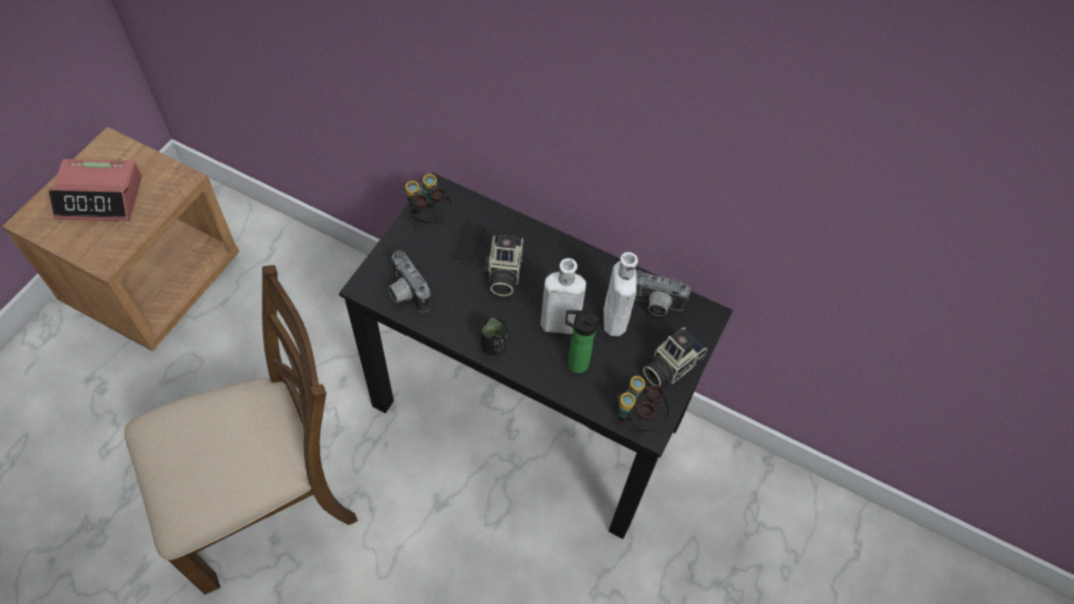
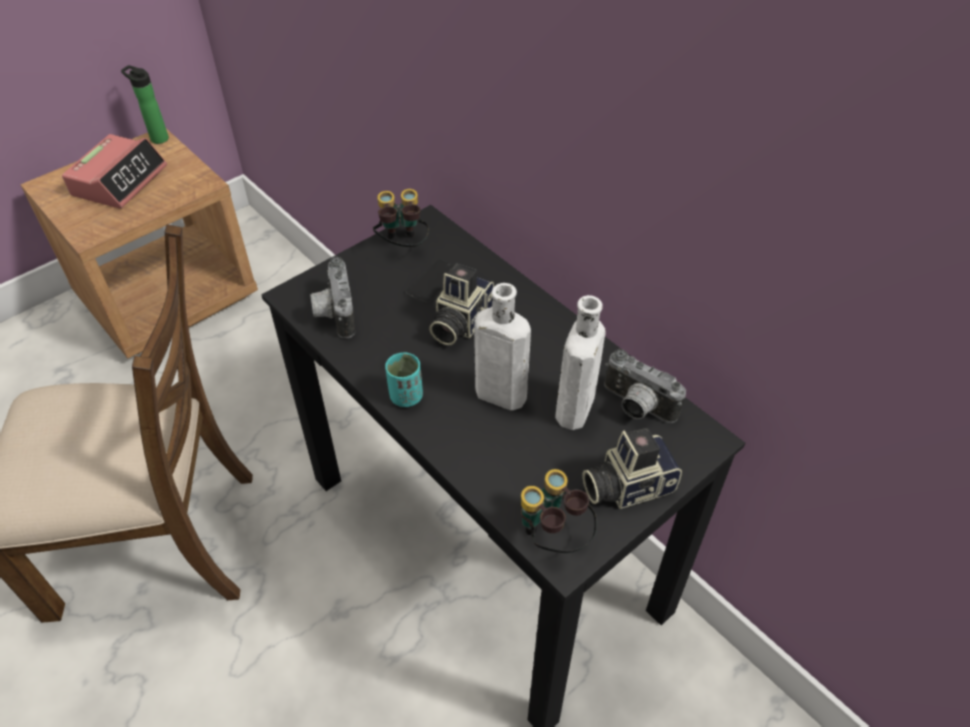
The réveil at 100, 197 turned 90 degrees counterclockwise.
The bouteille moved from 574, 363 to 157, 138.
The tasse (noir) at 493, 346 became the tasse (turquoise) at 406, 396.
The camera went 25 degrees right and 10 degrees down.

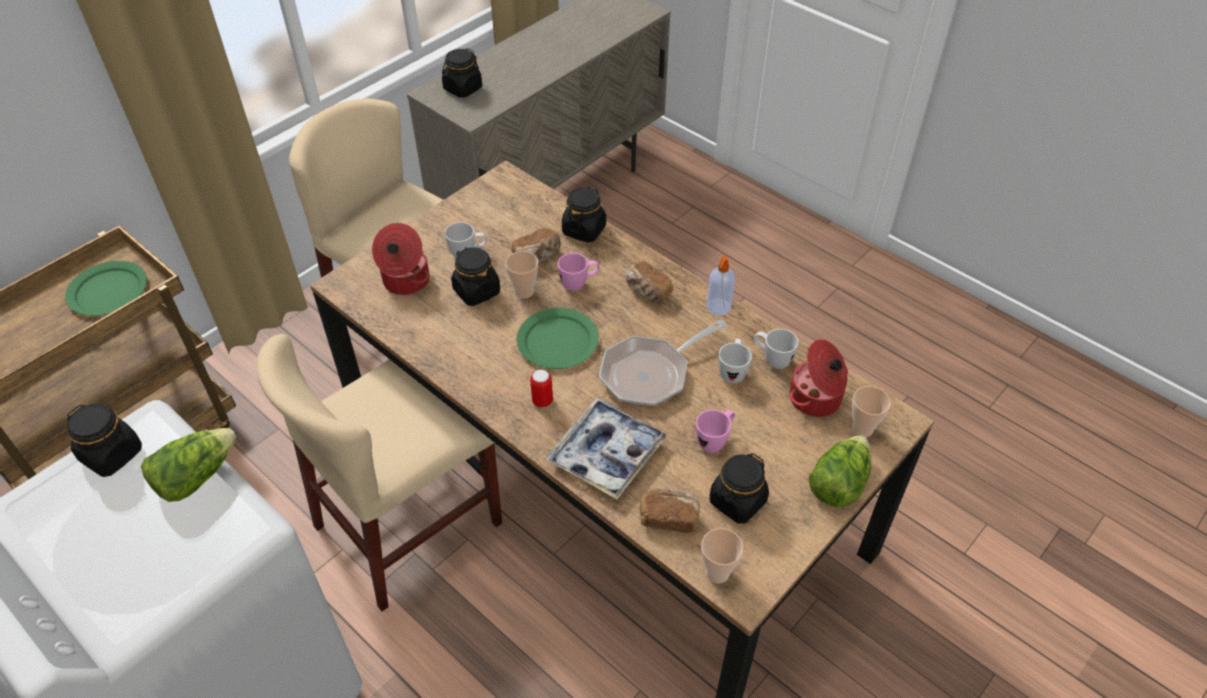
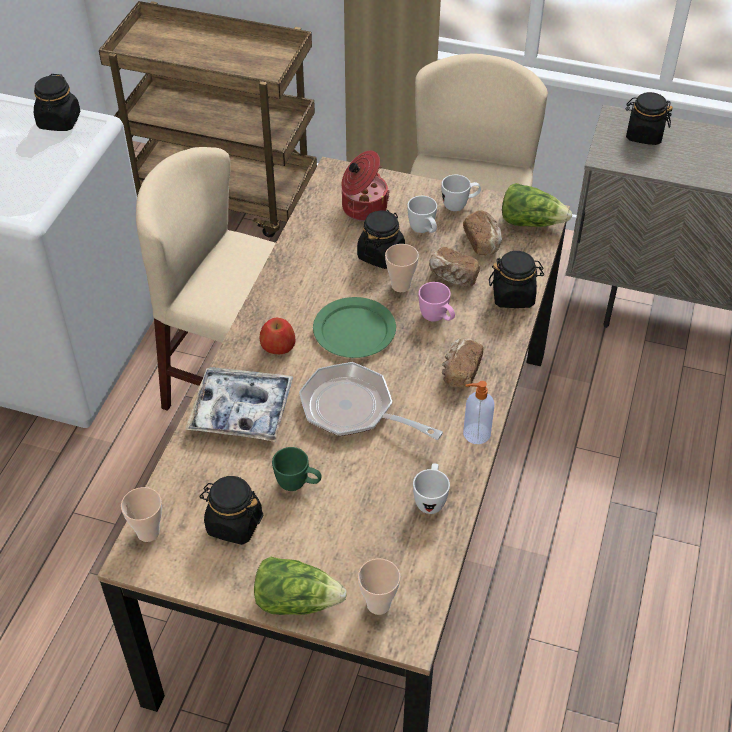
The boîte métallique at 542, 401 was replaced by the pomme at 278, 346.
The mug (rose) at 715, 440 became the mug (vert) at 298, 484.
The mug (blanc) moved from 732, 371 to 460, 205.
The pain moved from 668, 517 to 483, 242.
The laitue moved from 195, 476 to 531, 222.
The assiette (vert) at 109, 291 disappeared.
The marmite at 816, 399 disappeared.
The camera went 65 degrees right and 0 degrees up.

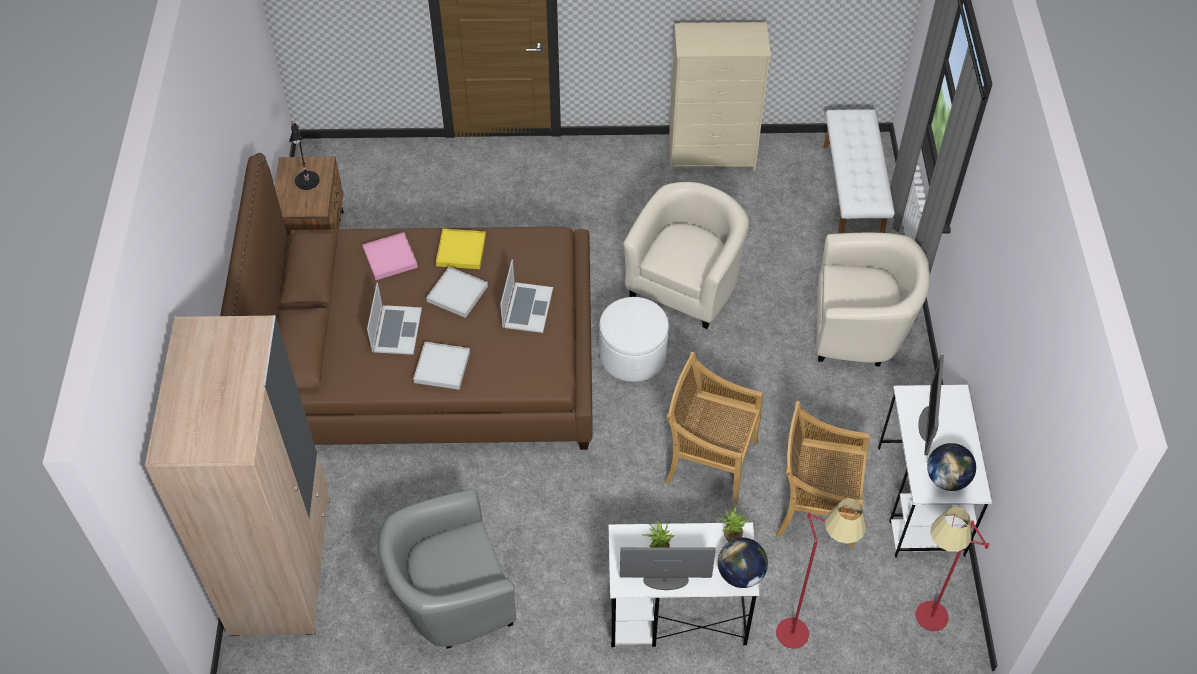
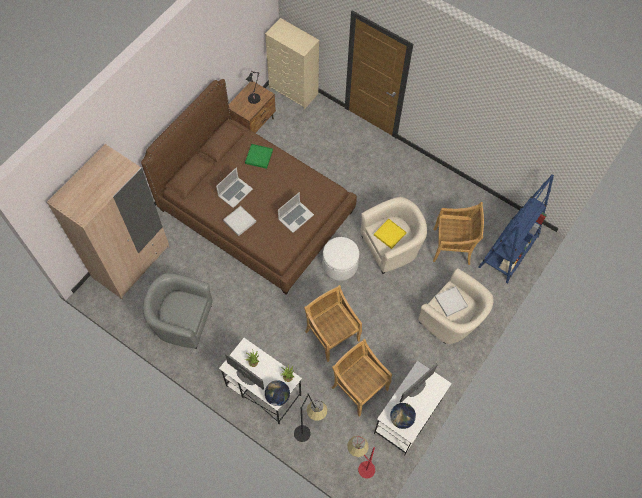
The plateau (rose) at 390, 258 became the plateau (vert) at 259, 157.
The commode (beige) moved from 712, 154 to 294, 91.
The lampadaire (rouge) at 805, 626 became the lampadaire (noir) at 309, 434.
The plateau (jaune) moved from 461, 251 to 389, 234.
The chaise (beige) at 452, 246 appeared.
The plateau (blanc) moved from 457, 294 to 450, 302.
The banc (blanc) at 853, 193 was replaced by the bibliothèque (bleu) at 508, 252.
The camera went 35 degrees right and 10 degrees up.

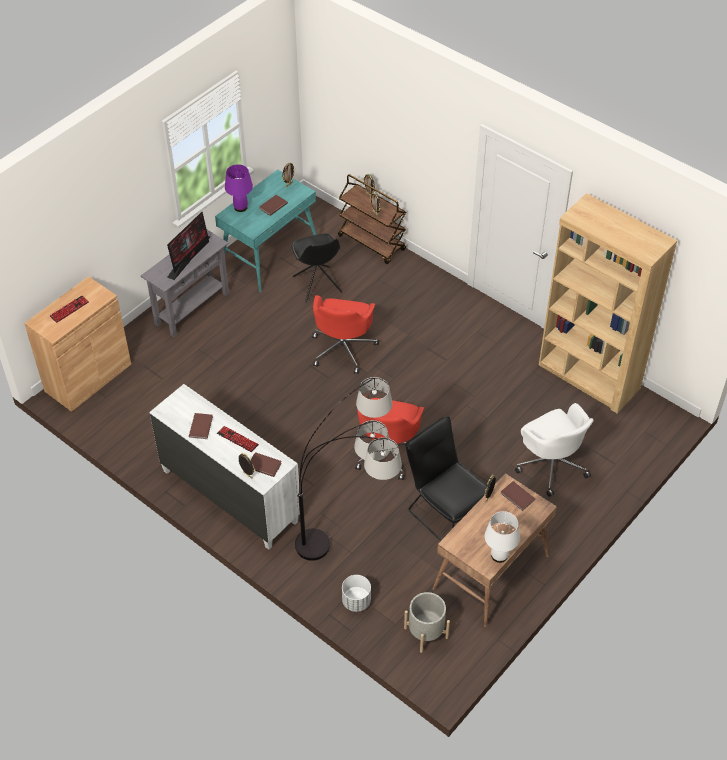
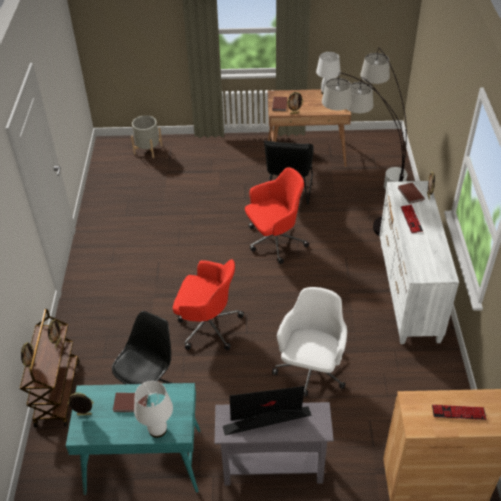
The cache-pot (gris) moved from 426, 632 to 148, 149.
The lampe de table (violet) at 240, 207 became the lampe de table (blanc) at 158, 429.
The chaise de bureau (rouge) at 343, 348 turned 45 degrees clockwise.
The chaise de bureau (blanc) moved from 551, 464 to 311, 370.
The livre (marron) at 201, 426 disappeared.
The bibliothèque (marron) at 589, 377 disappeared.
The camera went 130 degrees left and 5 degrees down.

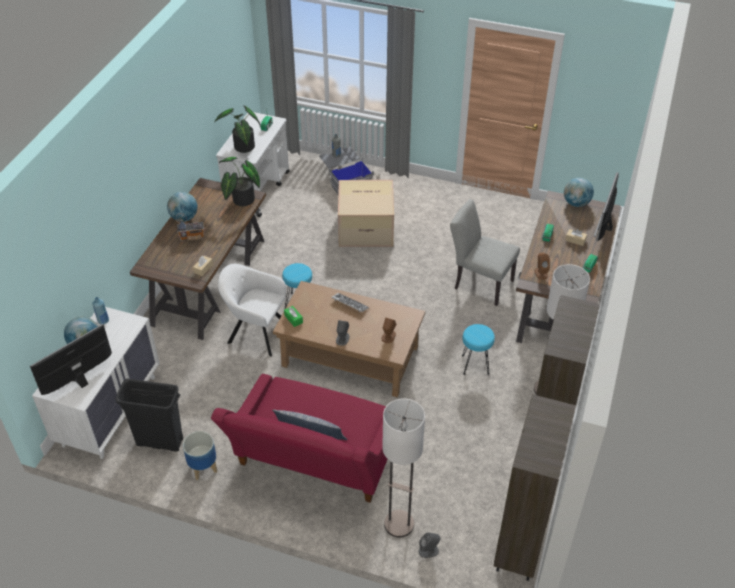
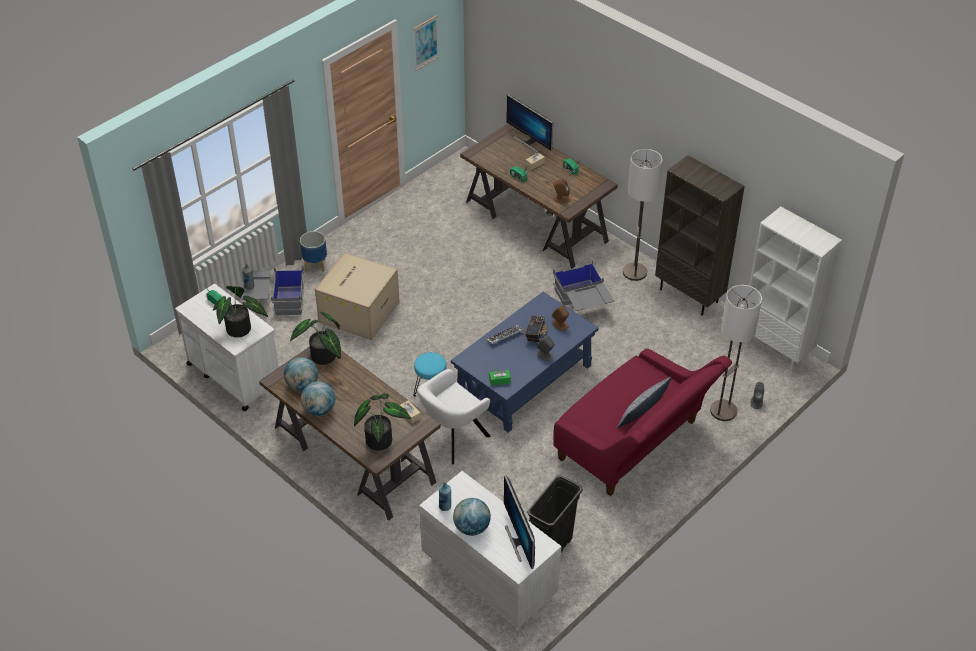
The globe moved from 576, 203 to 302, 385.
The cache-pot moved from 202, 468 to 315, 266.
The plante en pot at 381, 438 appeared.
The tableau at 425, 42 appeared.
The table basse (marron) at 349, 356 became the table basse (bleu) at 524, 380.
The radio moved from 192, 237 to 535, 335.
The tabouret (turquoise) at 474, 364 was replaced by the boîte de rangement (gris) at 582, 303.
The bibliothèque (marron) at 520, 547 became the bibliothèque (blanc) at 776, 349.
The chaise (gris) at 479, 283 disappeared.
The camera went 65 degrees left and 0 degrees up.

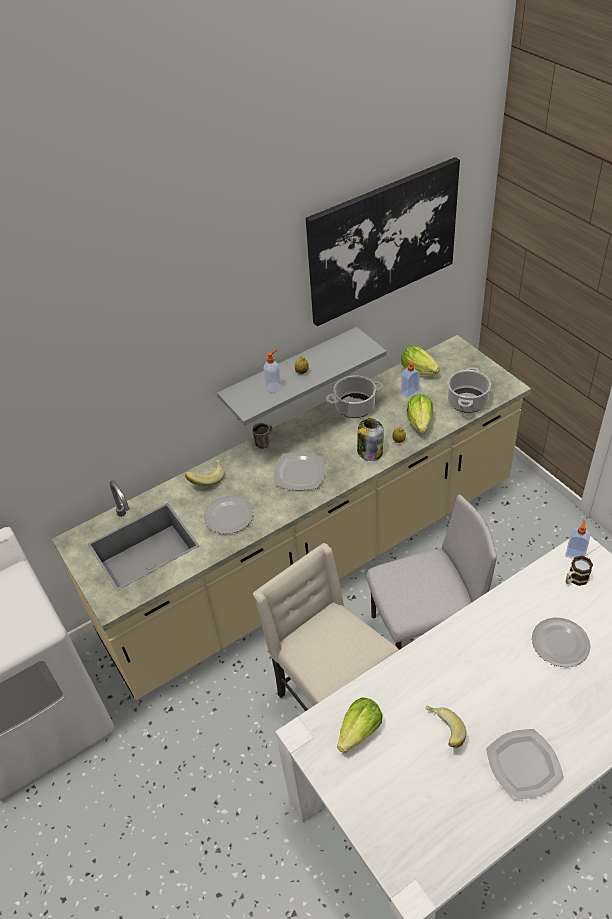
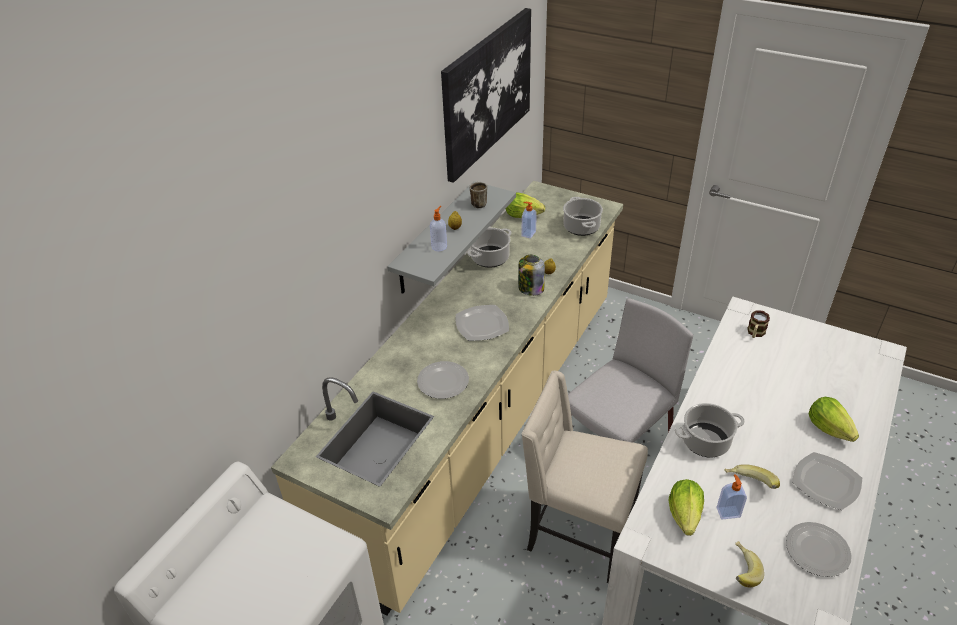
The mug moved from 264, 442 to 478, 203.
The marmite at 705, 442 appeared.
The distributeur de savon moved from 575, 553 to 728, 512.
The banane moved from 207, 479 to 740, 571.
The assiette moved from 560, 643 to 816, 550.
The laitue moved from 420, 422 to 828, 428.
The camera went 30 degrees left and 5 degrees down.

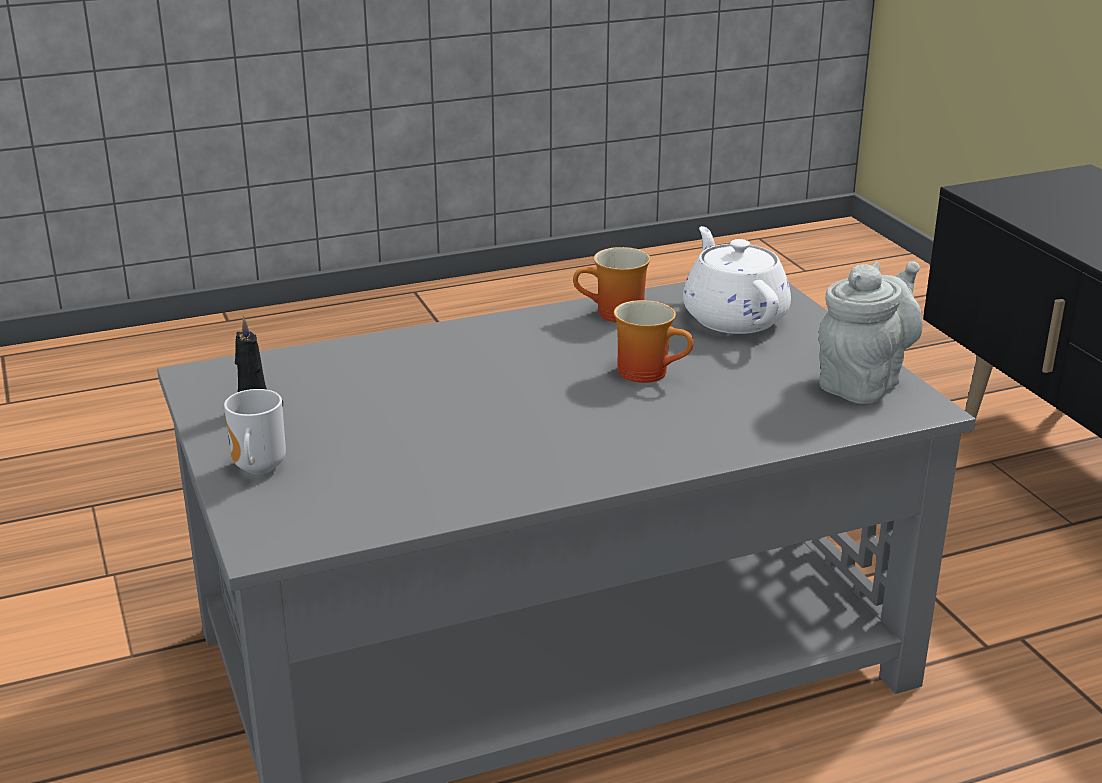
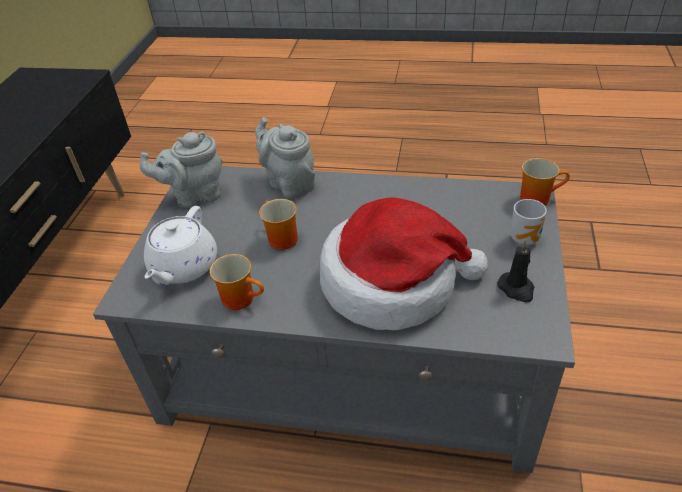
The théière (gris) at 289, 183 appeared.
The chapeau at 393, 282 appeared.
The mug at 537, 197 appeared.
The camera went 145 degrees left and 15 degrees up.

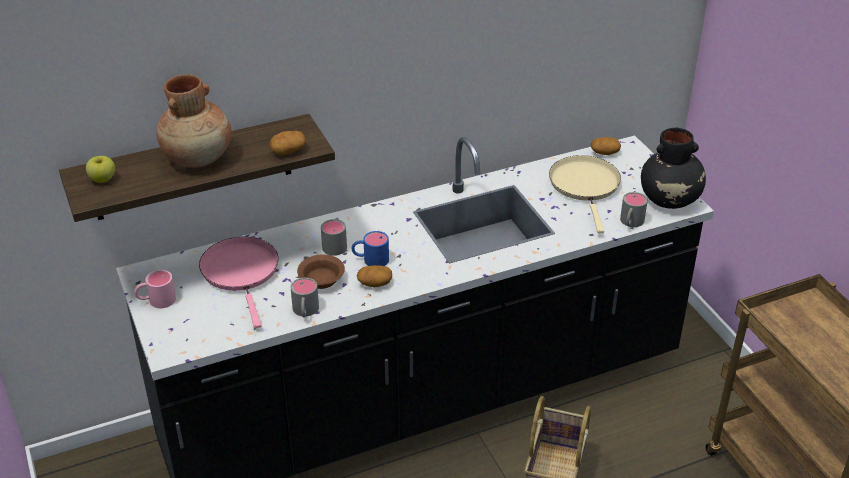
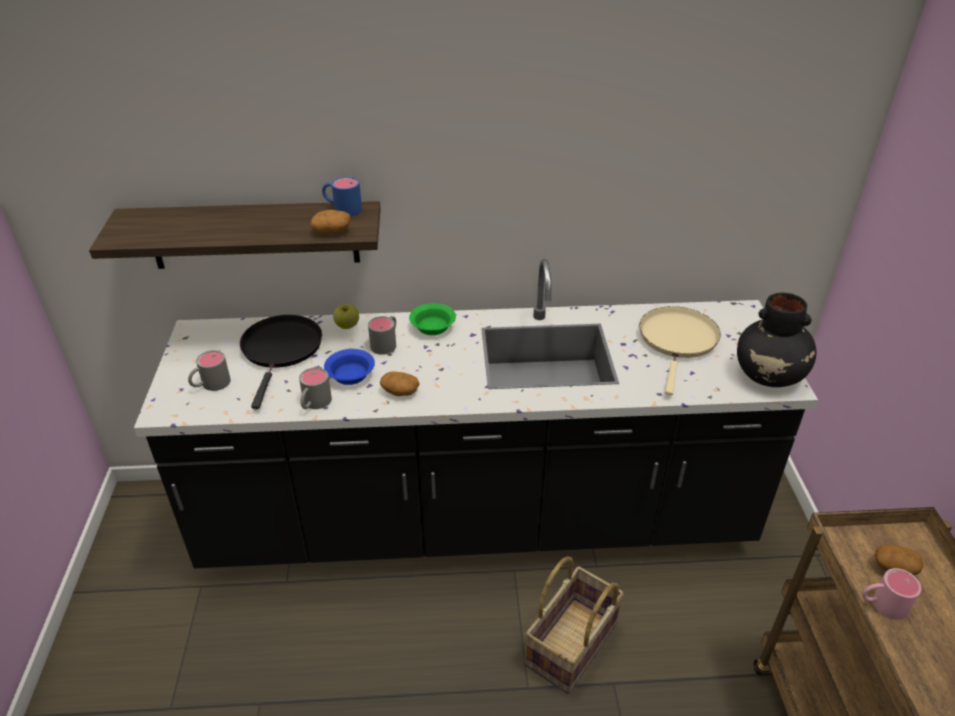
The mug (gris) moved from 630, 223 to 210, 385.
The poêle (rose) at 241, 272 became the poêle (noir) at 281, 350.
The mug (bleu) moved from 370, 259 to 342, 209.
The bol (marron) at 322, 280 became the bol (bleu) at 350, 376.
The pomme moved from 102, 179 to 347, 326.
The bol (vert) at 433, 327 appeared.
The mug (rose) moved from 156, 301 to 881, 604.
The pomme de terre moved from 604, 153 to 894, 568.
The vase (marron) at 198, 157 disappeared.
The camera went 20 degrees right and 0 degrees up.

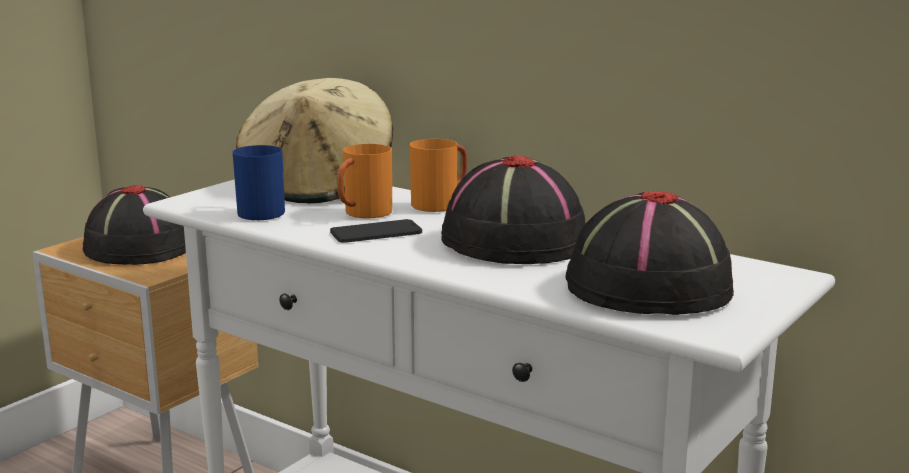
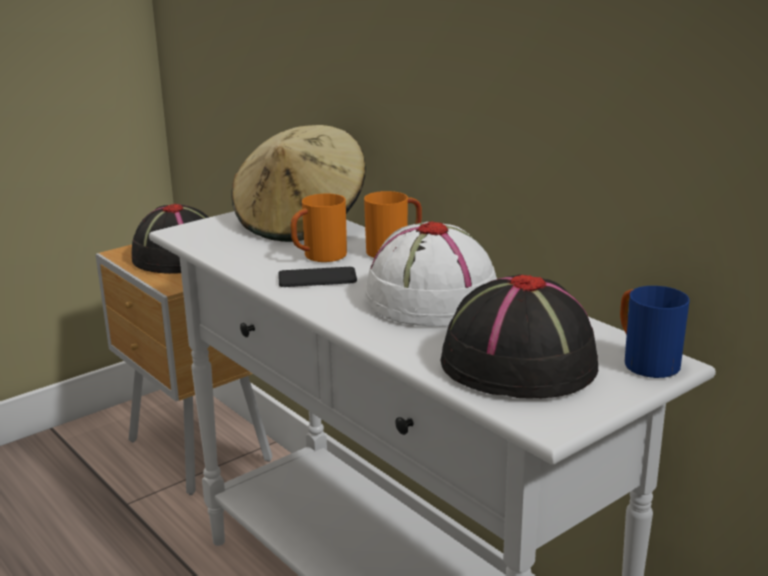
The chapeau (noir) at 512, 241 became the chapeau (blanc) at 430, 298.
The mug (bleu) moved from 255, 212 to 643, 361.
The camera went 15 degrees right and 5 degrees up.

